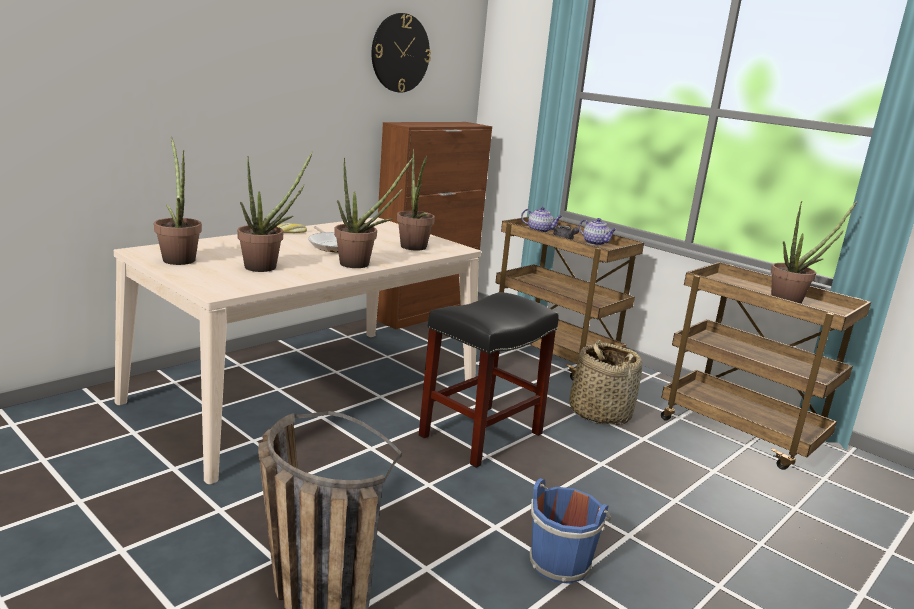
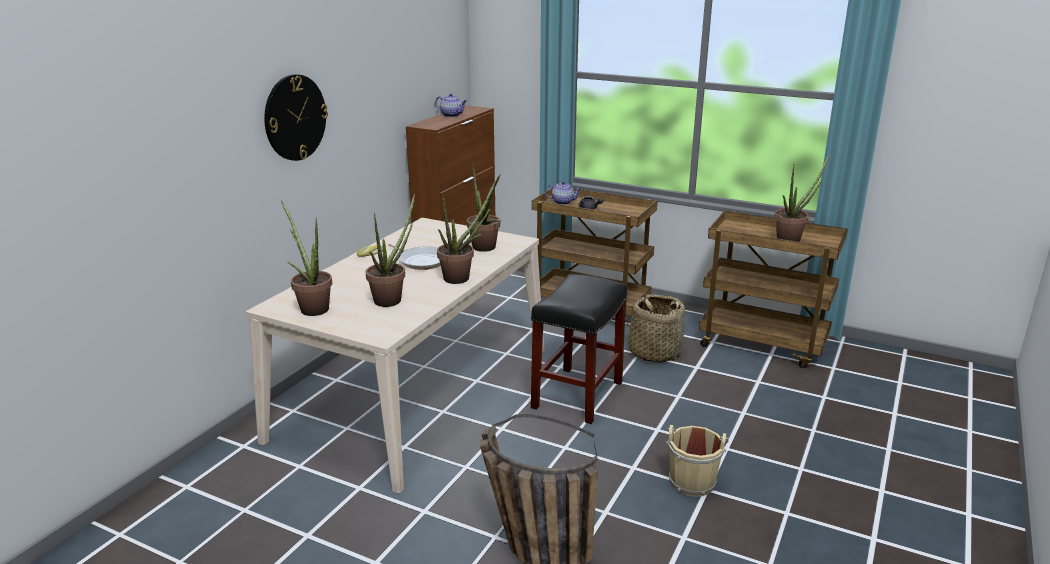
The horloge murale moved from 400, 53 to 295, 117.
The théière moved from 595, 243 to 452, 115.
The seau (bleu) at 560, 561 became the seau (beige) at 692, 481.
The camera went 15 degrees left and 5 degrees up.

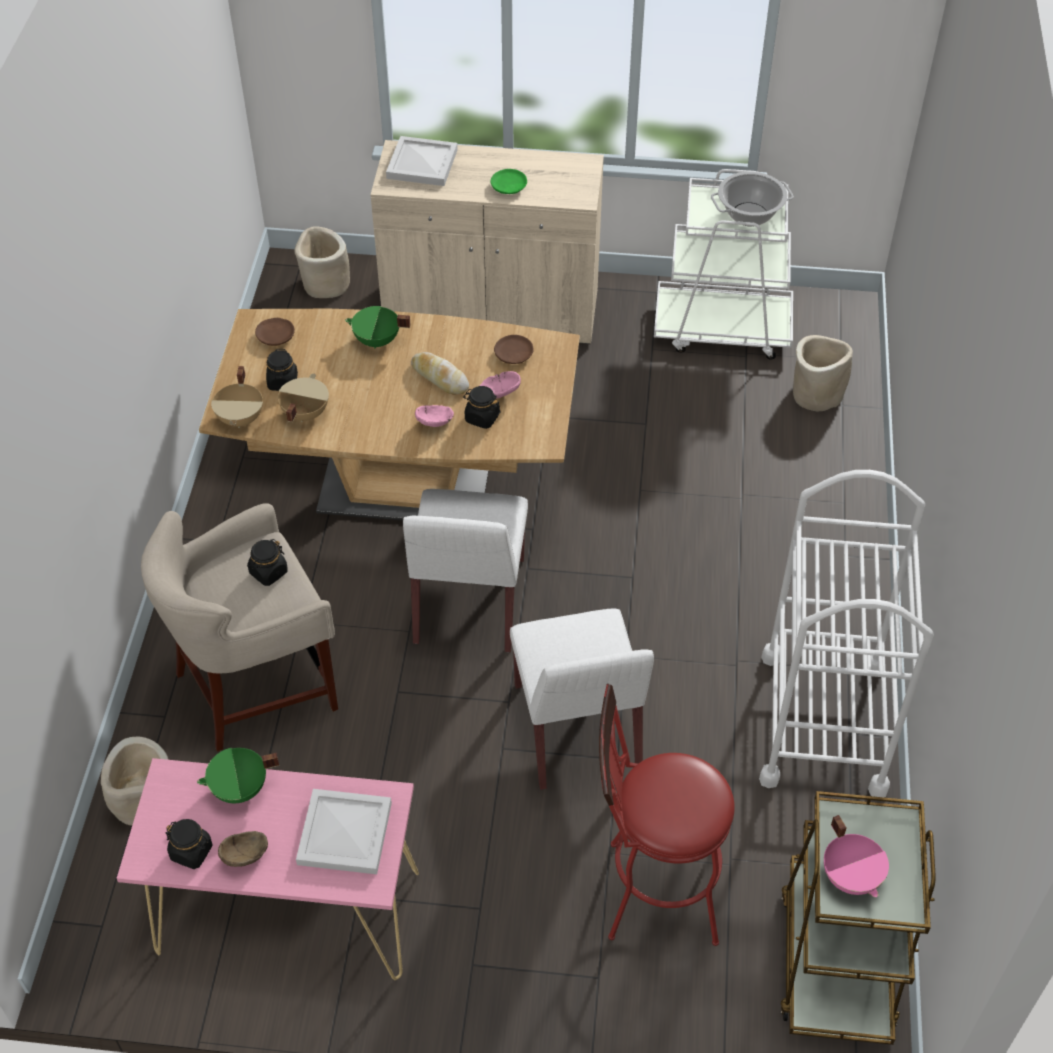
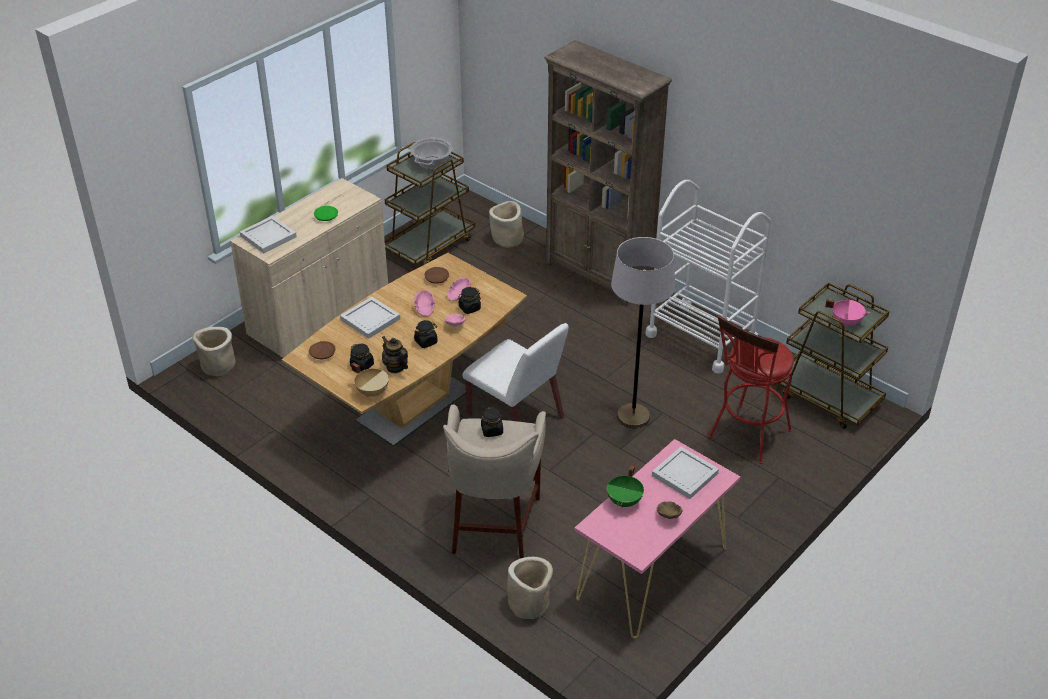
The marmite (vert) at 377, 341 was replaced by the plateau (blanc) at 371, 319.
The marmite (beige) at 304, 413 was replaced by the théière at 395, 367.
The chariot (blanc) at 722, 328 became the chariot (marron) at 430, 245.
The pain at 440, 377 was replaced by the bol (rose) at 424, 309.
The bocal (noir) moved from 191, 852 to 426, 342.
The bibliothèque (marron) at 599, 275 appeared.
The chaise (blanc) at 577, 729 was replaced by the lampadaire (gris) at 633, 417.
The camera went 55 degrees left and 10 degrees down.

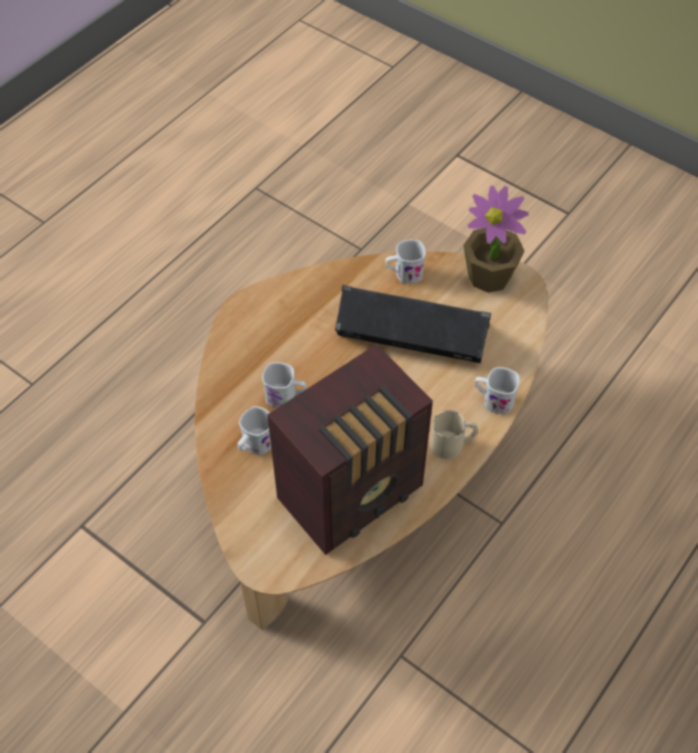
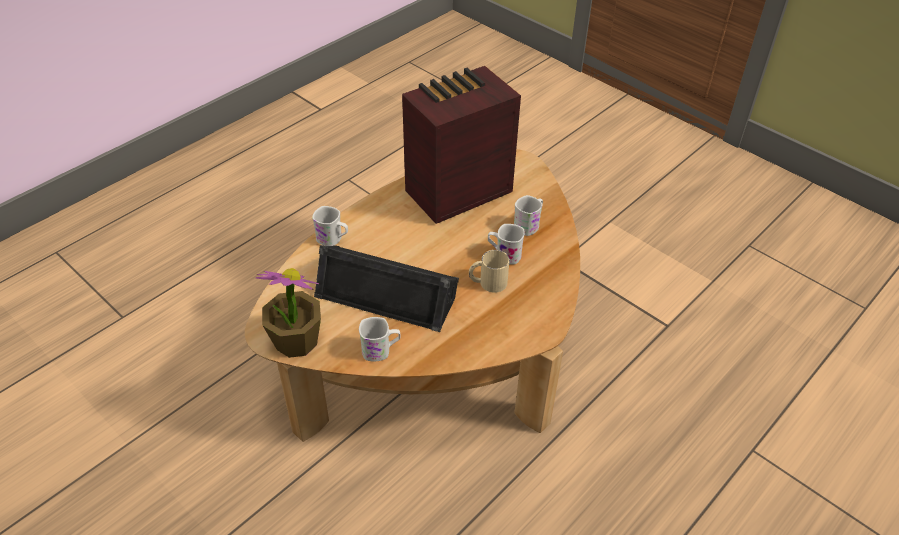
The mug (beige) moved from 453, 443 to 487, 282.
The camera went 175 degrees left and 10 degrees down.

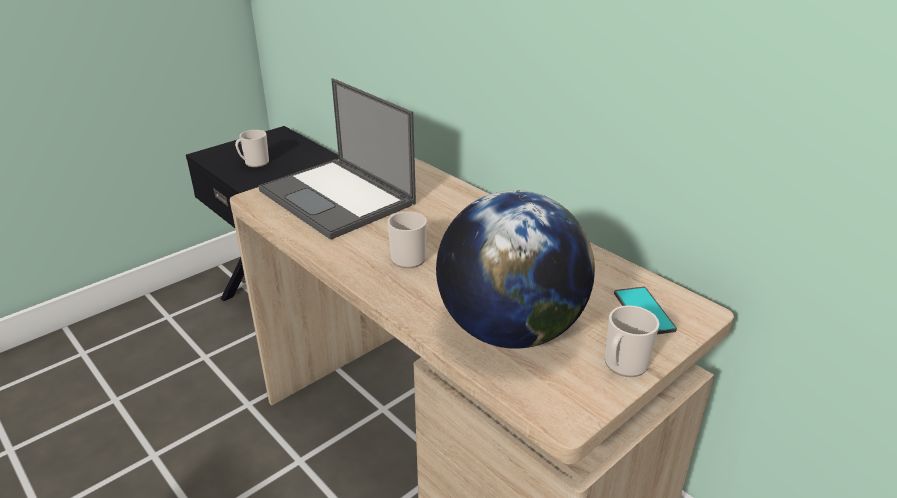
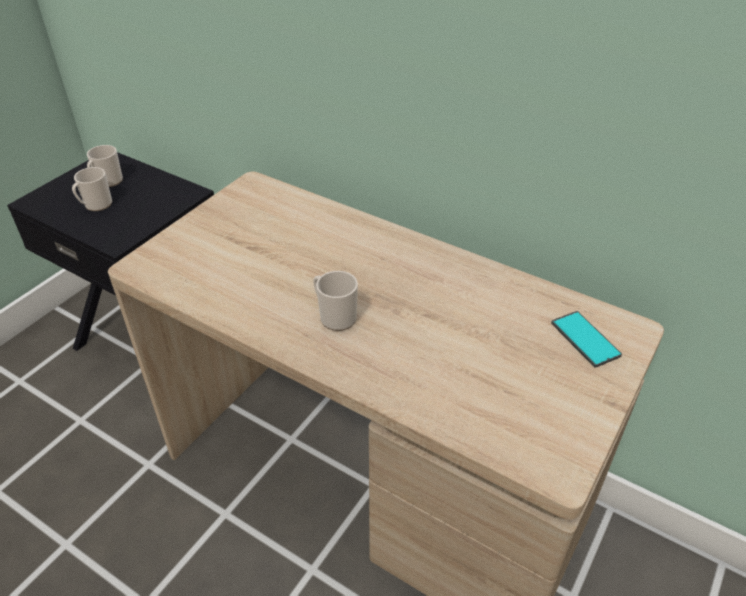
The mug moved from 623, 365 to 107, 182.
The ordinateur portable at 338, 198 disappeared.
The globe at 510, 331 disappeared.
The camera went 15 degrees left and 10 degrees up.

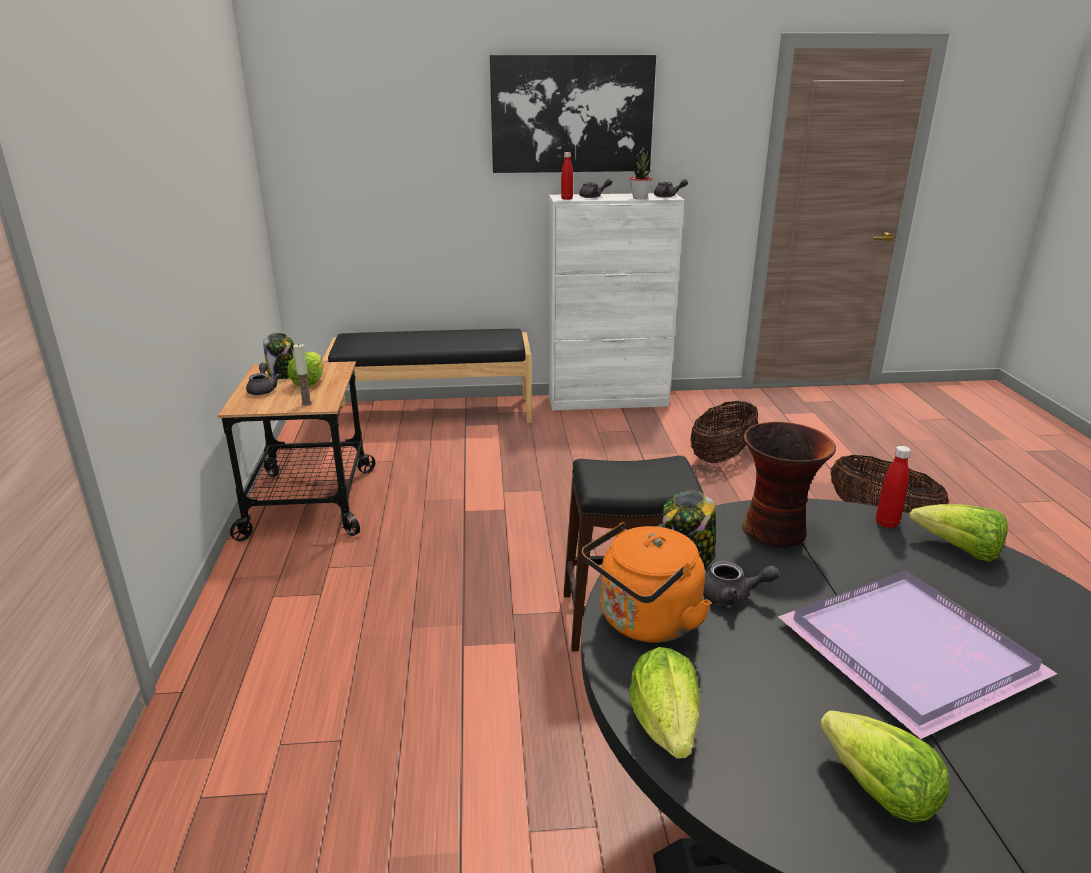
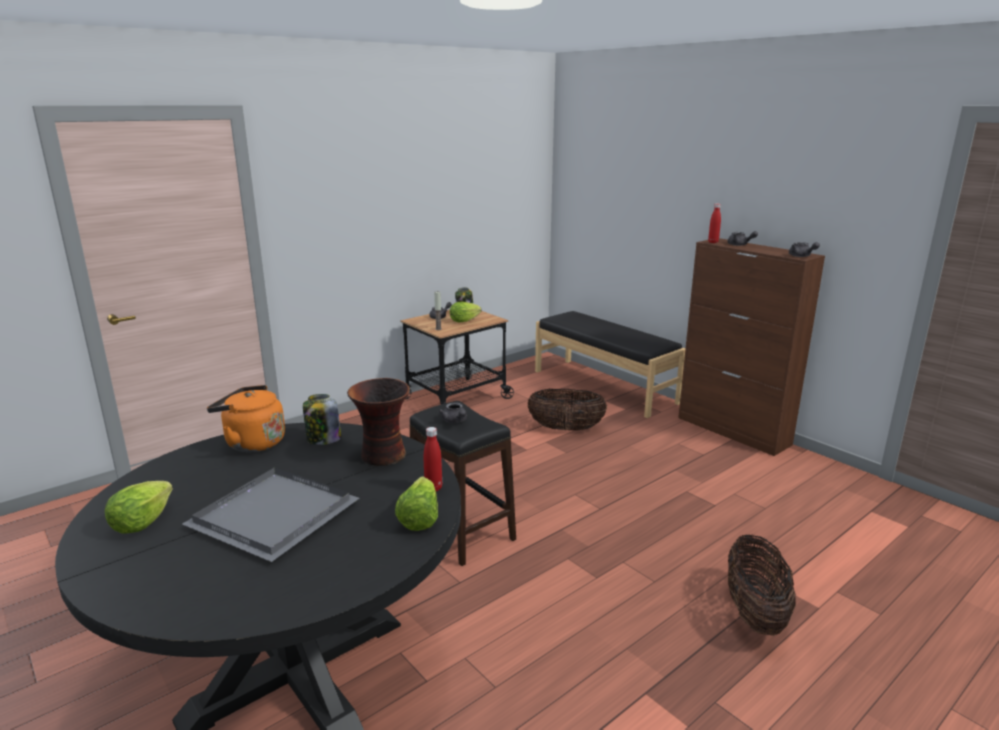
The plateau (violet) at 903, 649 became the plateau (gris) at 274, 514.
The théière (gris) moved from 732, 596 to 455, 421.
The panier moved from 721, 456 to 566, 429.
The meuble de rangement (blanc) at 608, 401 became the meuble de rangement (marron) at 733, 431.
The tableau at 572, 114 disappeared.
The laitue at 665, 725 disappeared.
The plante en pot at 640, 198 disappeared.
The camera went 55 degrees right and 5 degrees down.

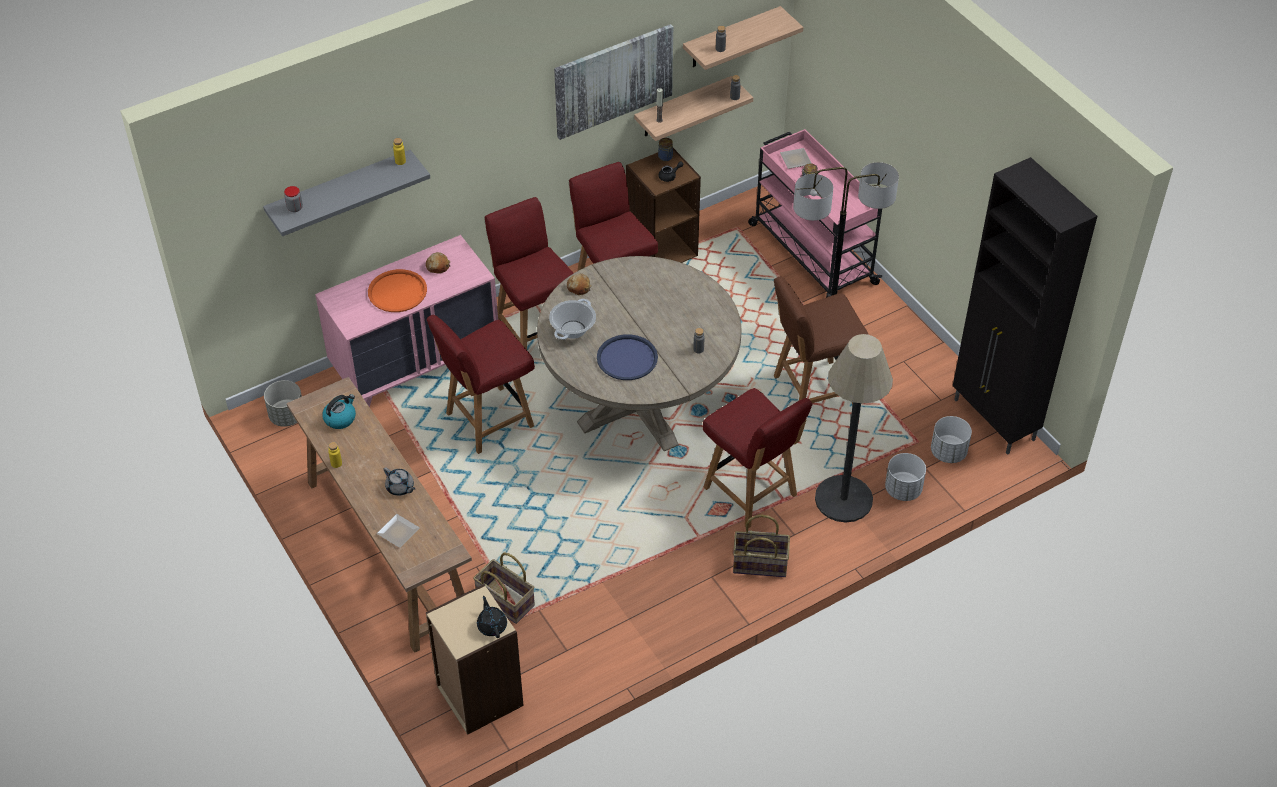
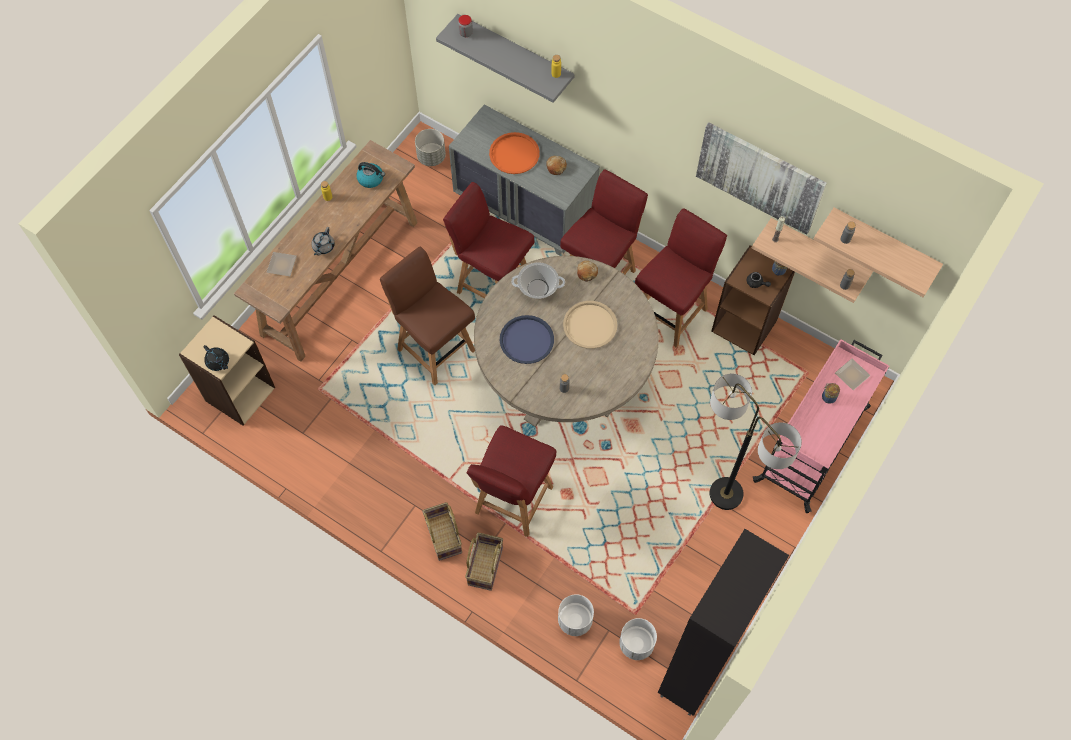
The théière (noir) at 492, 625 turned 90 degrees clockwise.
The chaise (marron) moved from 812, 390 to 435, 348.
The commode (rose) at 416, 363 became the commode (gris) at 525, 211.
The panier moved from 504, 601 to 484, 565.
The plateau (beige) at 590, 325 appeared.
The lampadaire at 843, 499 disappeared.
The camera went 65 degrees right and 15 degrees up.

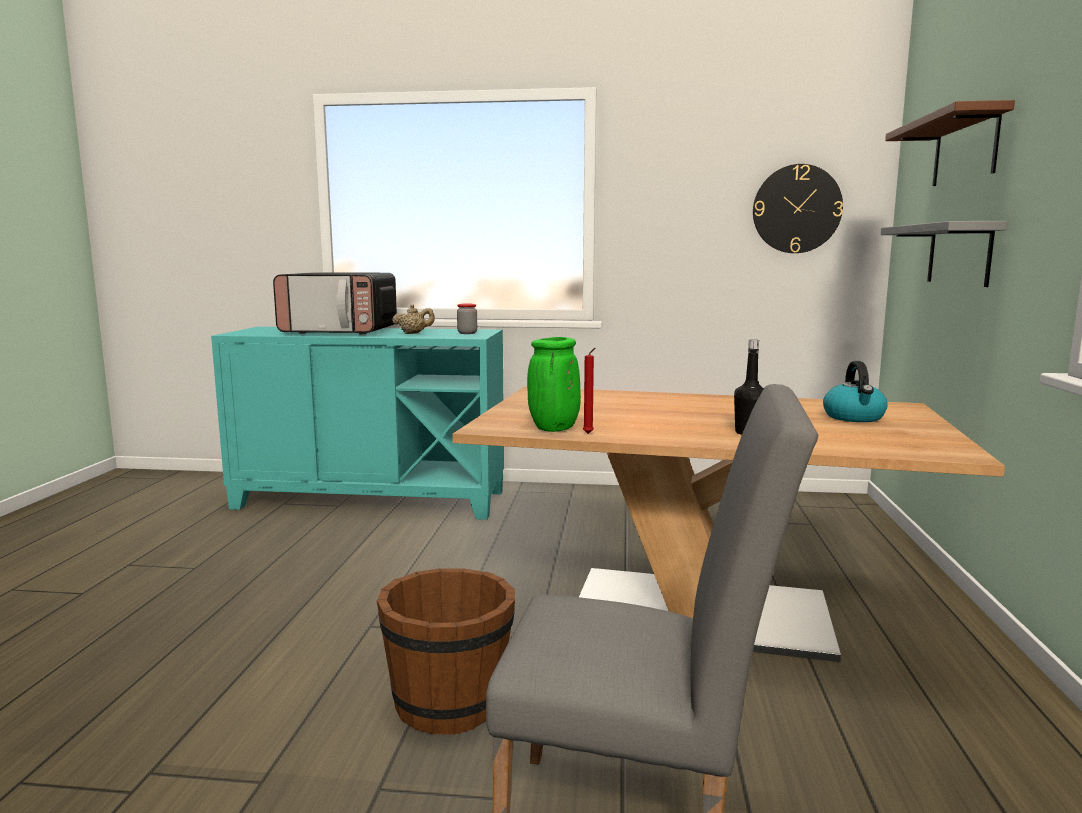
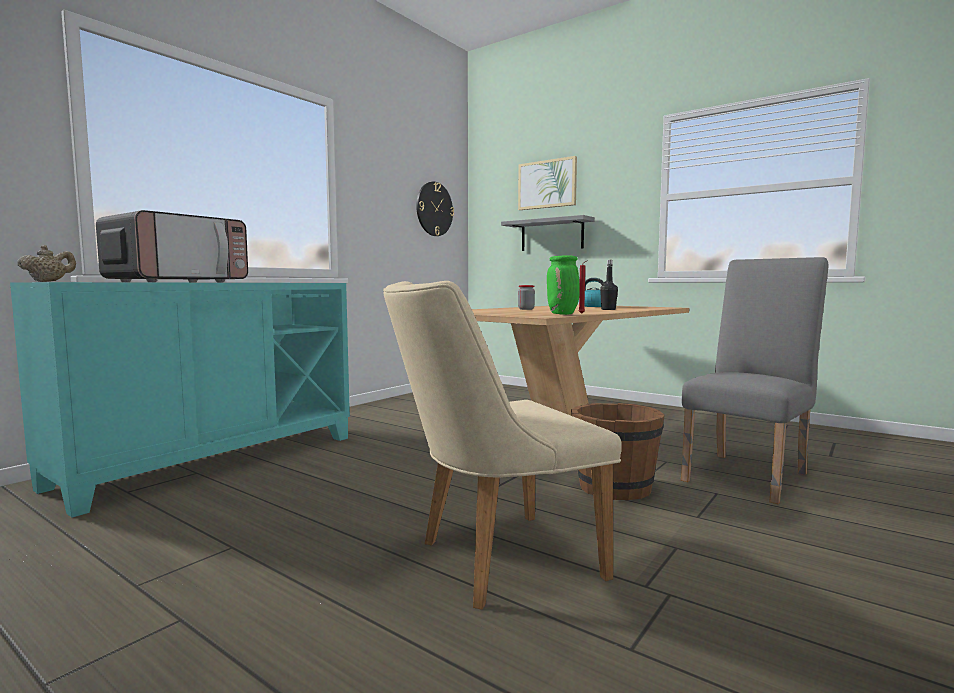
The théière (beige) moved from 413, 333 to 49, 282.
The chaise (beige) at 493, 561 appeared.
The étagère (marron) at 965, 149 was replaced by the tableau at 547, 184.
The bocal moved from 467, 333 to 526, 309.
The camera went 60 degrees left and 5 degrees down.

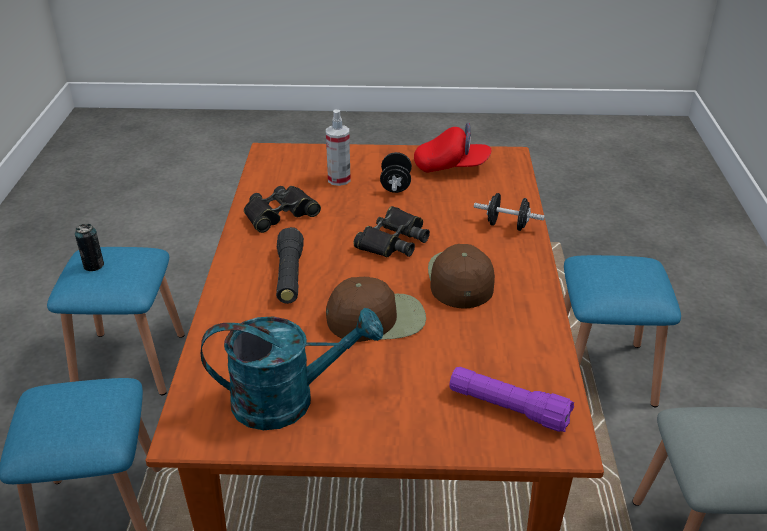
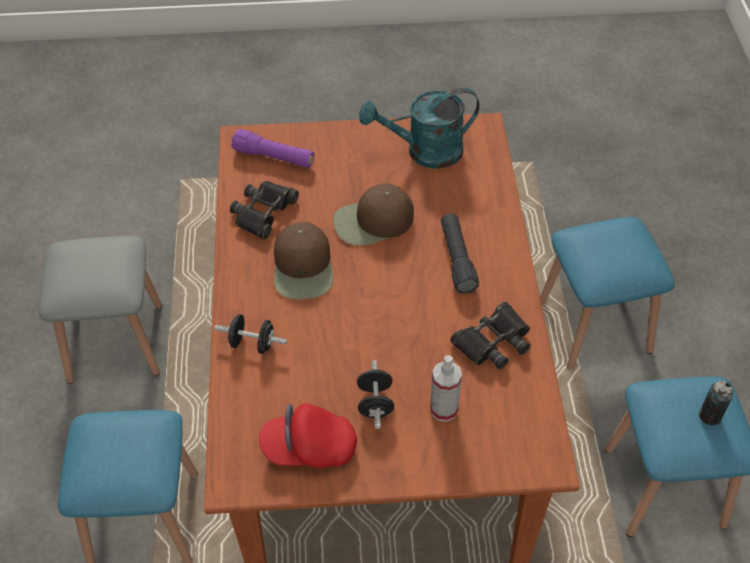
The jumelles (noir) moved from 393, 240 to 264, 212.
The camera went 175 degrees right and 15 degrees up.

